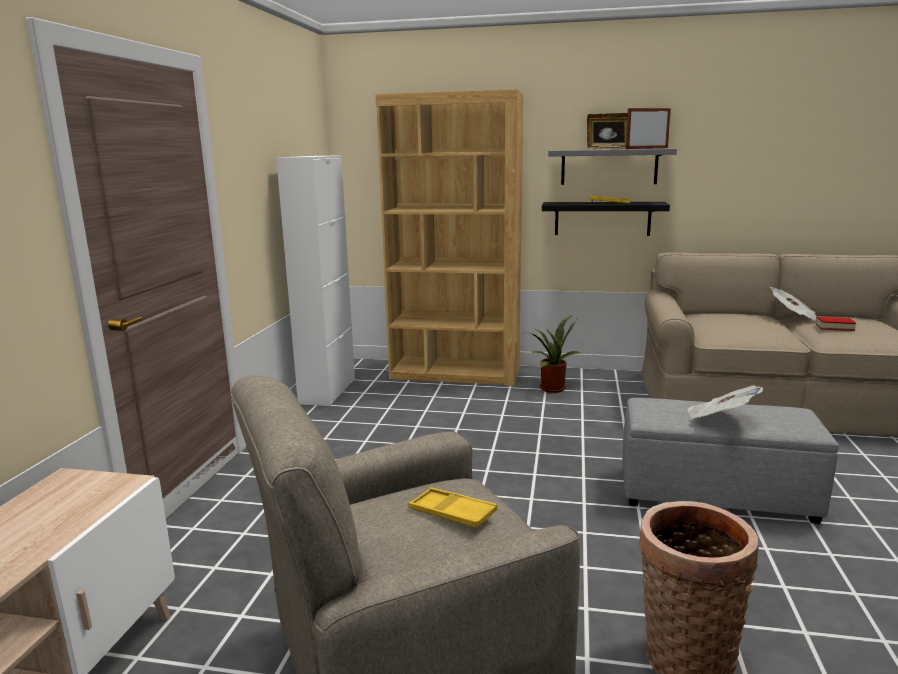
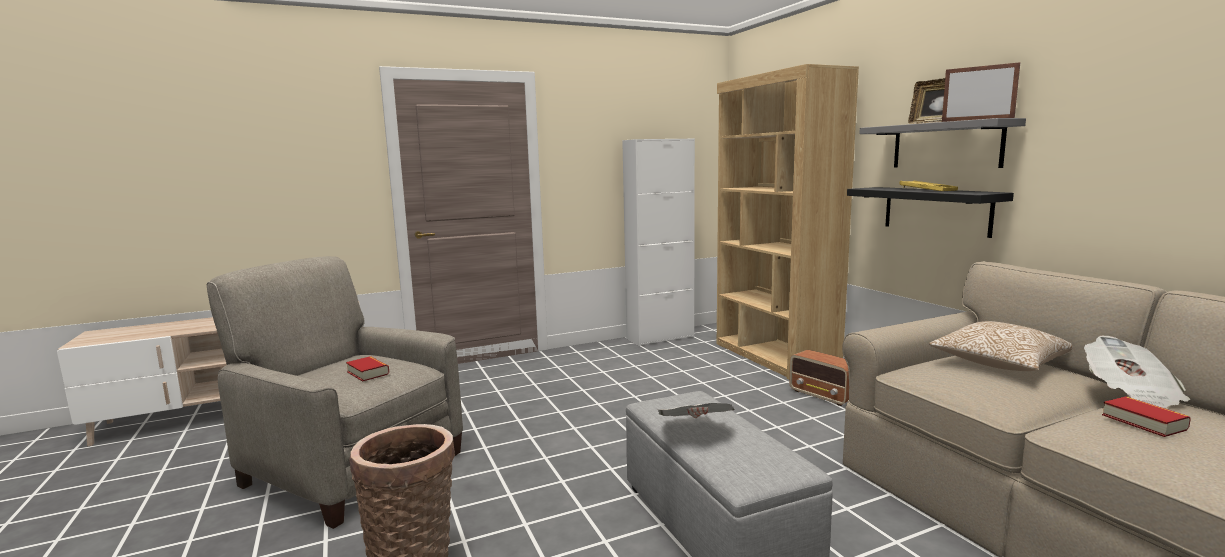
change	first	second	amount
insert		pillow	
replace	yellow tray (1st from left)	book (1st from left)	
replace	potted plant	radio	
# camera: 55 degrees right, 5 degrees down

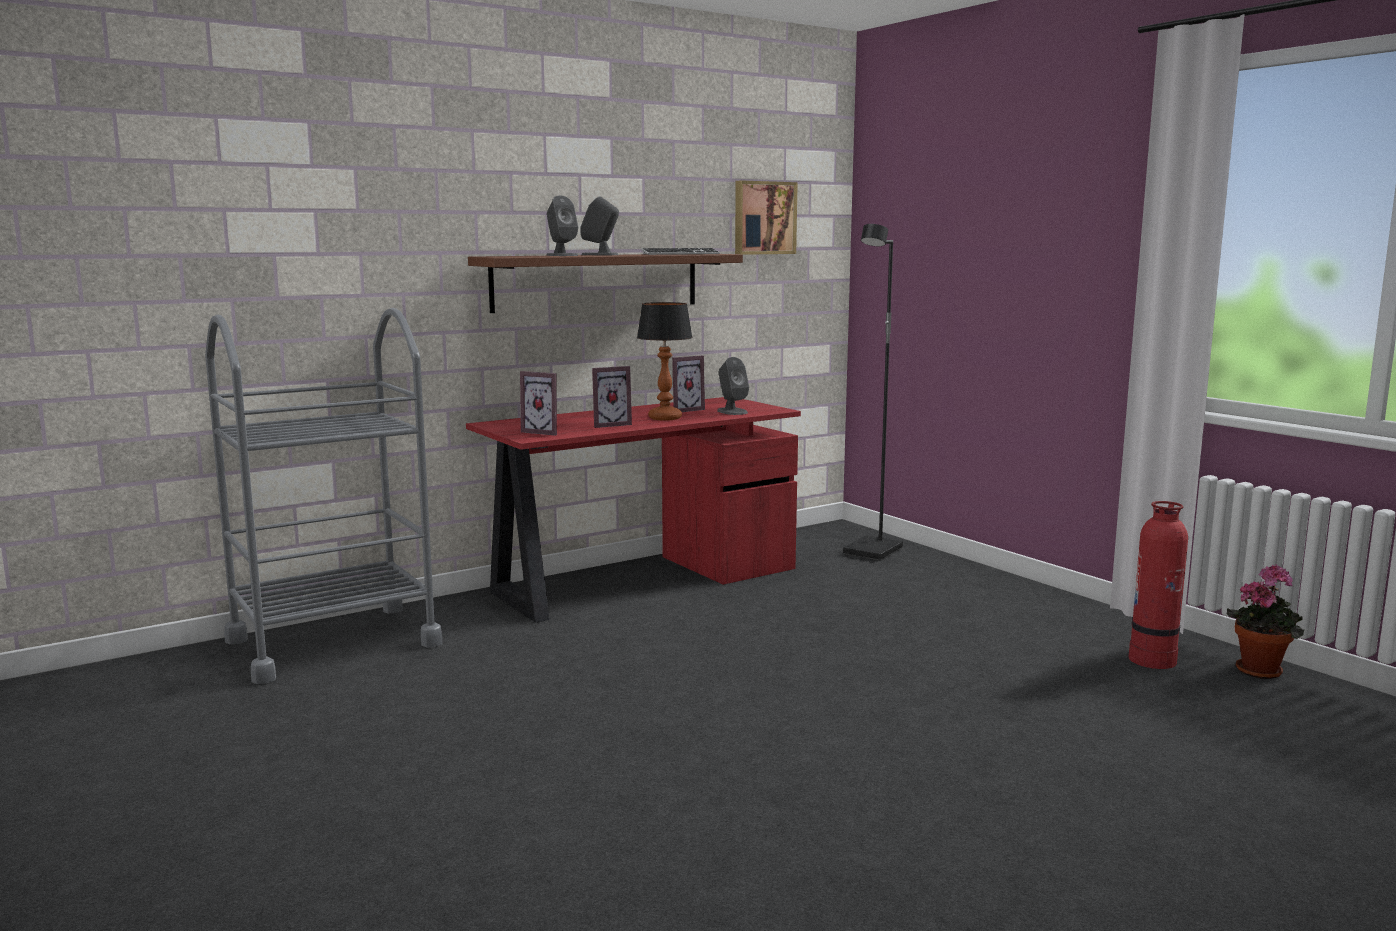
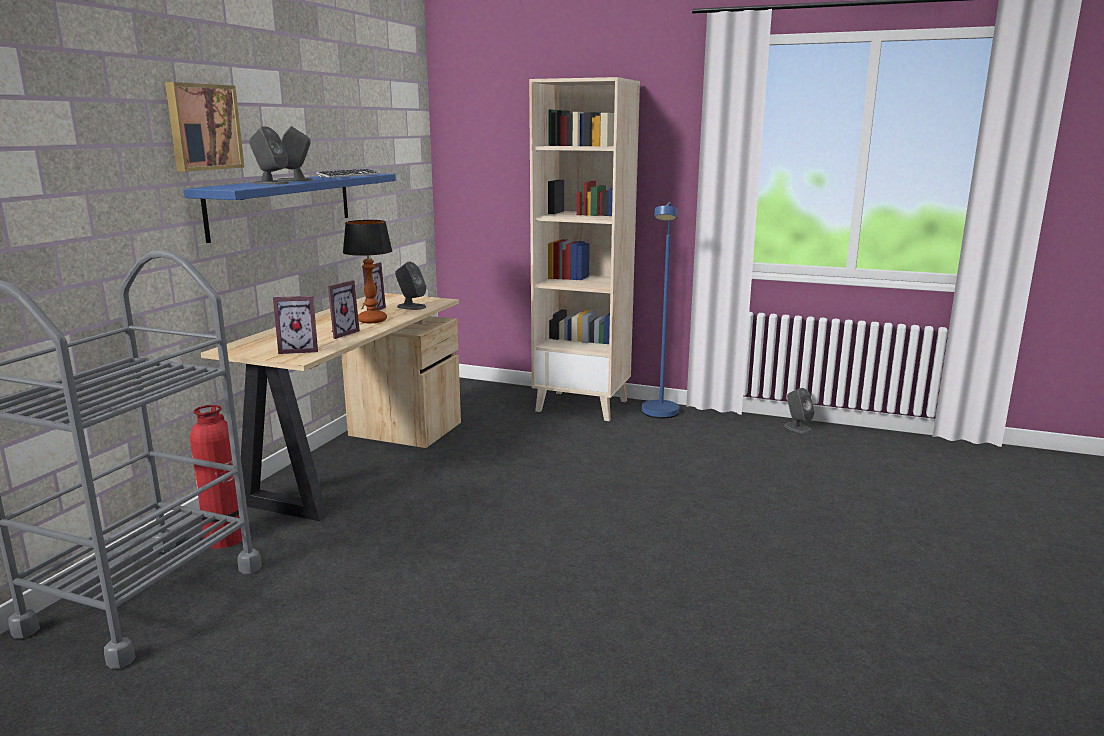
change	first	second	amount
delete	black floor lamp		
insert		beige bookcase	
insert		blue floor lamp	
move	picture		
move	fire extinguisher		
replace	potted plant	grey speaker (4th from left)	
recolor	red desk	beige desk	
recolor	brown shelf	blue shelf	
# camera: 35 degrees left, 5 degrees up

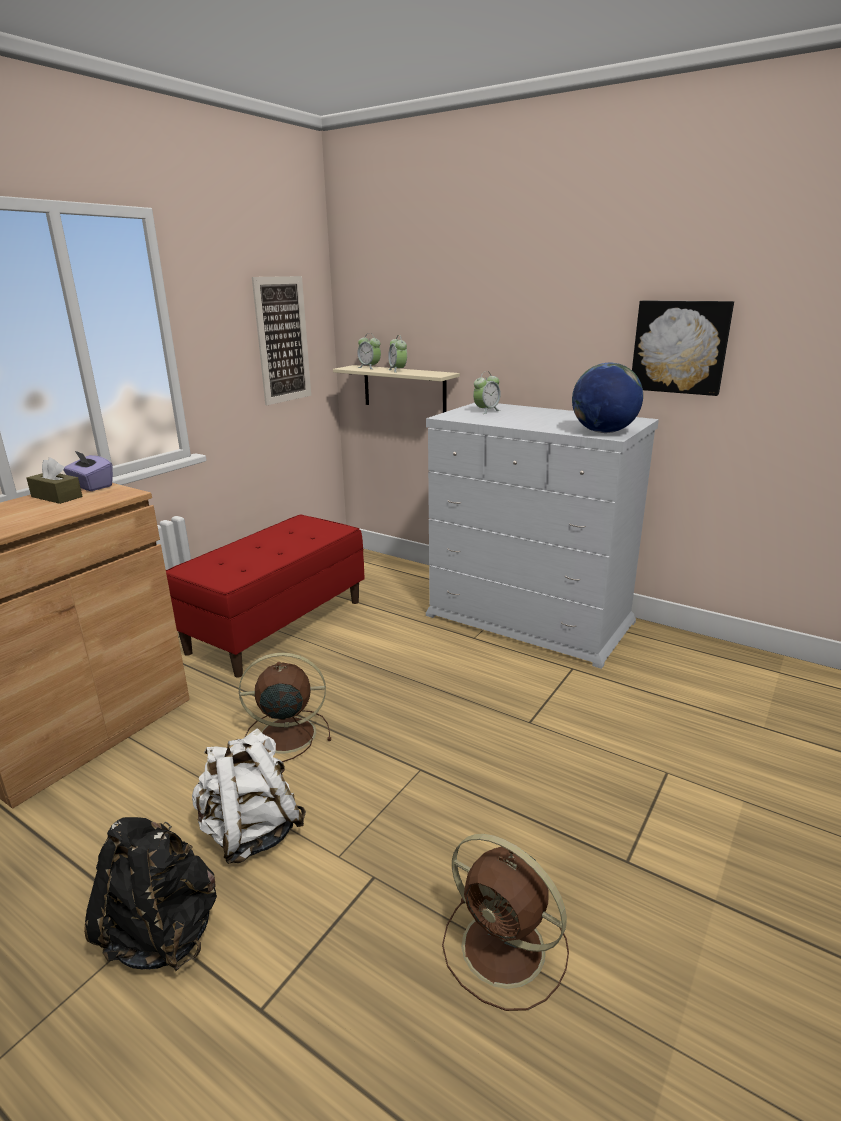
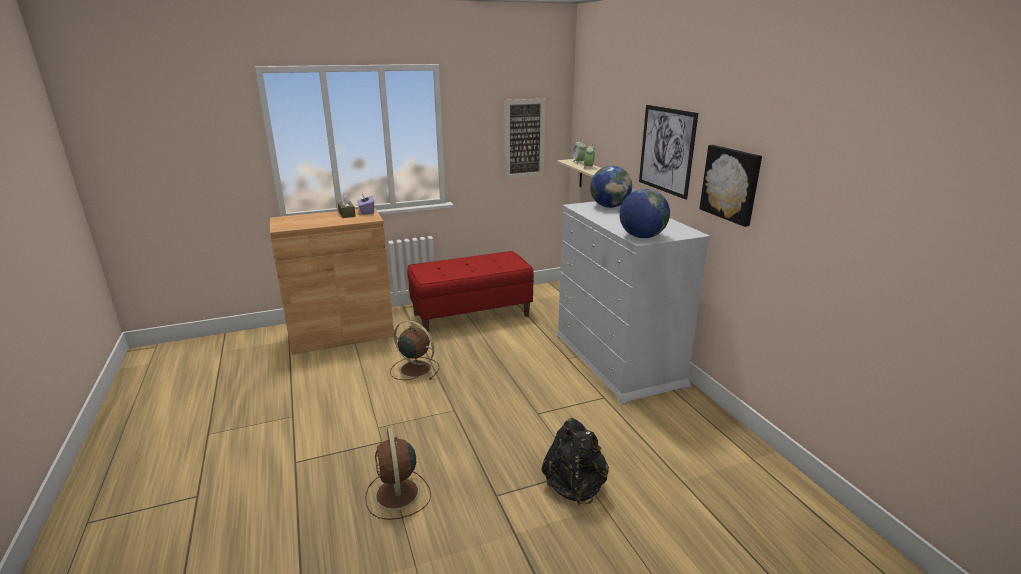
change	first	second	amount
delete	white backpack		
insert		picture (2nd from left)	
move	black backpack		
replace	alarm clock (3rd from left)	globe (1st from left)	
# camera: 35 degrees right, 0 degrees up

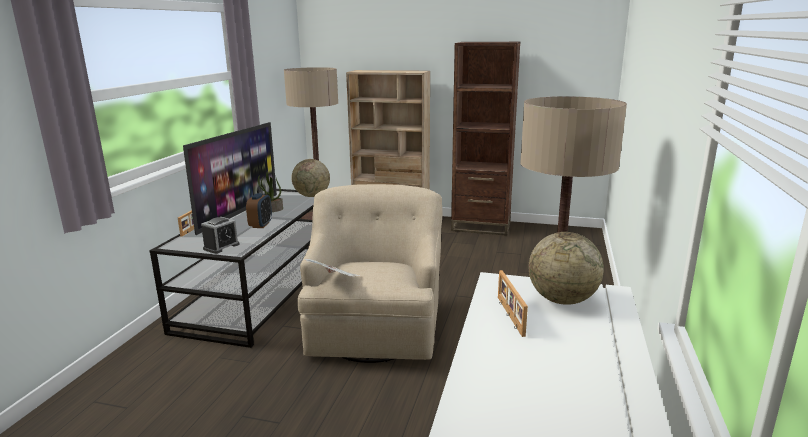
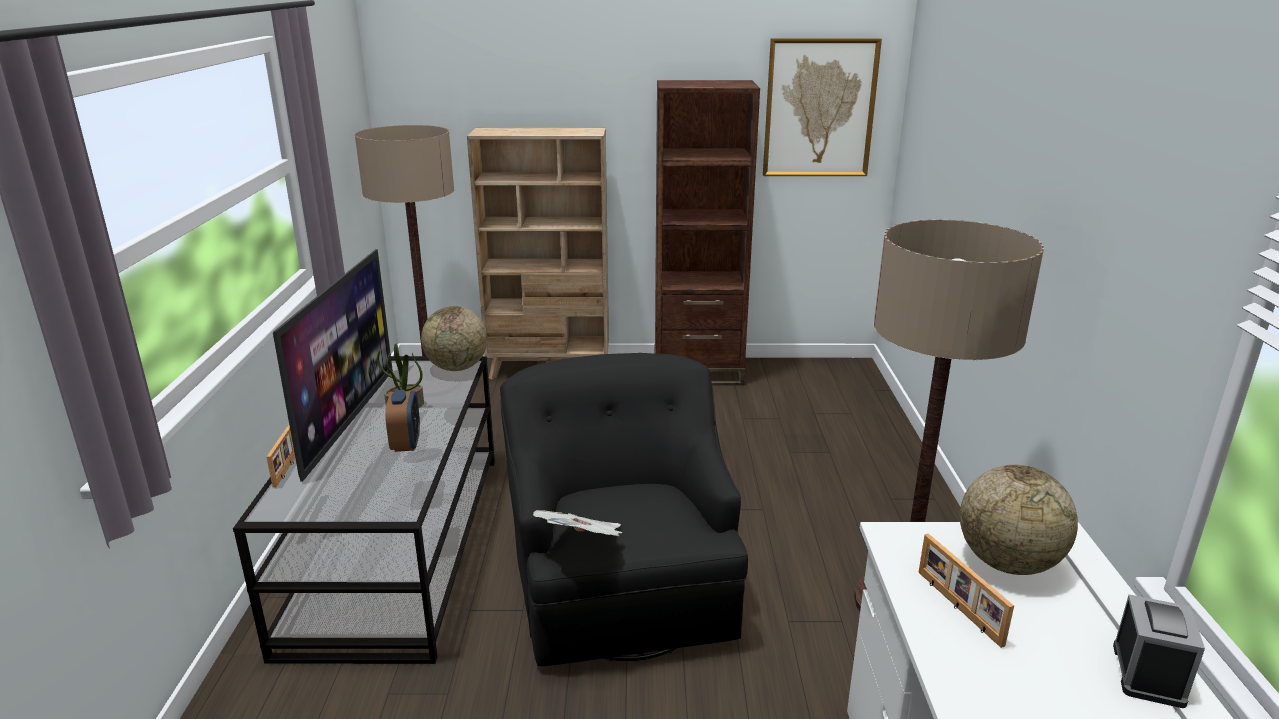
change	first	second	amount
insert		picture	
move	alarm clock (1st from left in the first image)	alarm clock (2nd from left)	
recolor	beige armchair	black armchair	
# camera: 15 degrees left, 5 degrees up

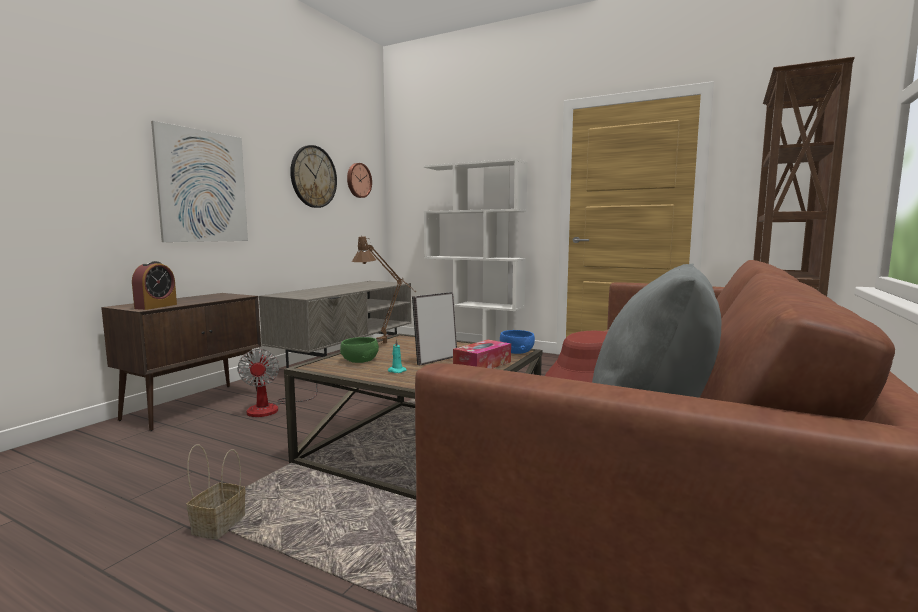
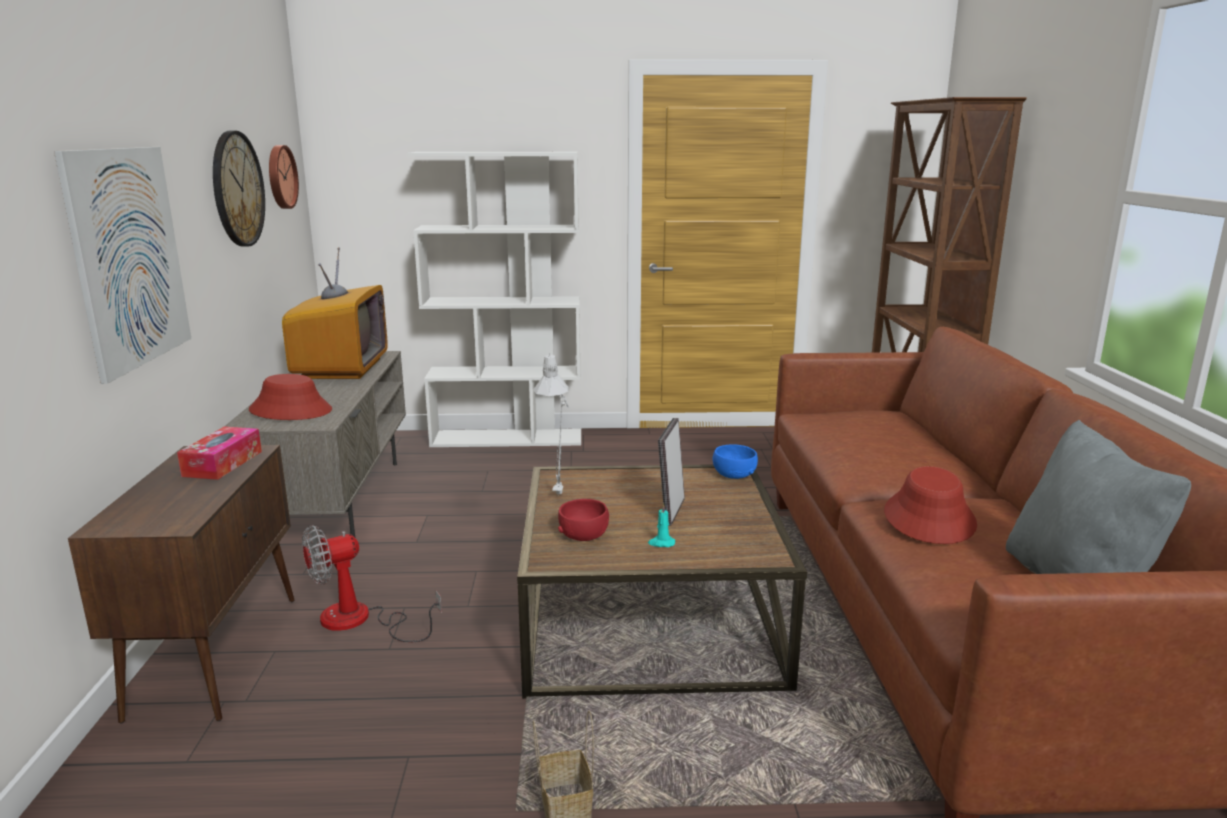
change	first	second	amount
delete	alarm clock		
insert		red hat (1st from left)	
insert		television	
move	tissue box		
recolor	green bowl	red bowl	
recolor	brown table lamp	grey table lamp	
rotate	fan		105 degrees clockwise
# camera: 30 degrees left, 10 degrees up

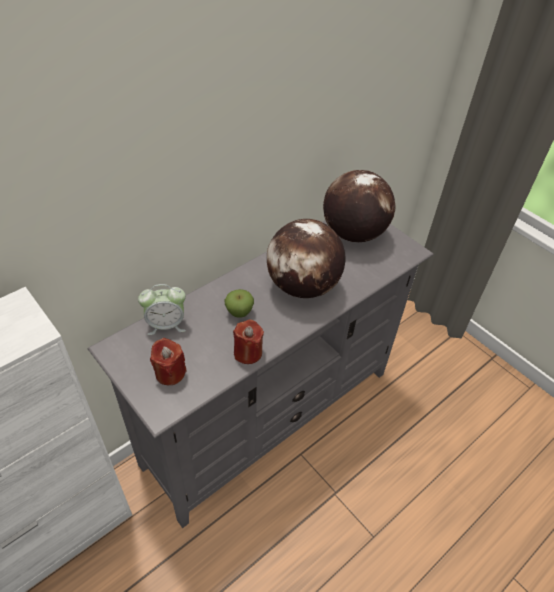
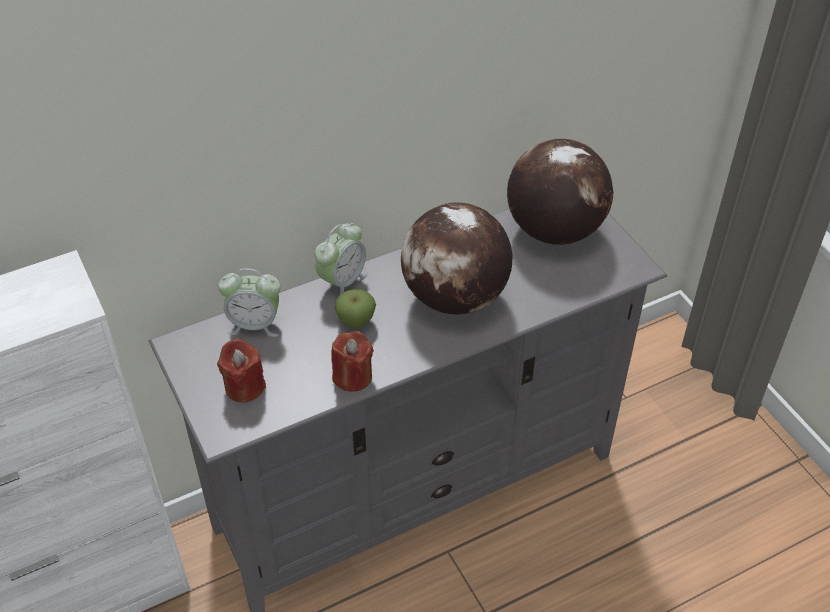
change	first	second	amount
insert		alarm clock (2nd from left)	
# camera: 15 degrees right, 0 degrees up

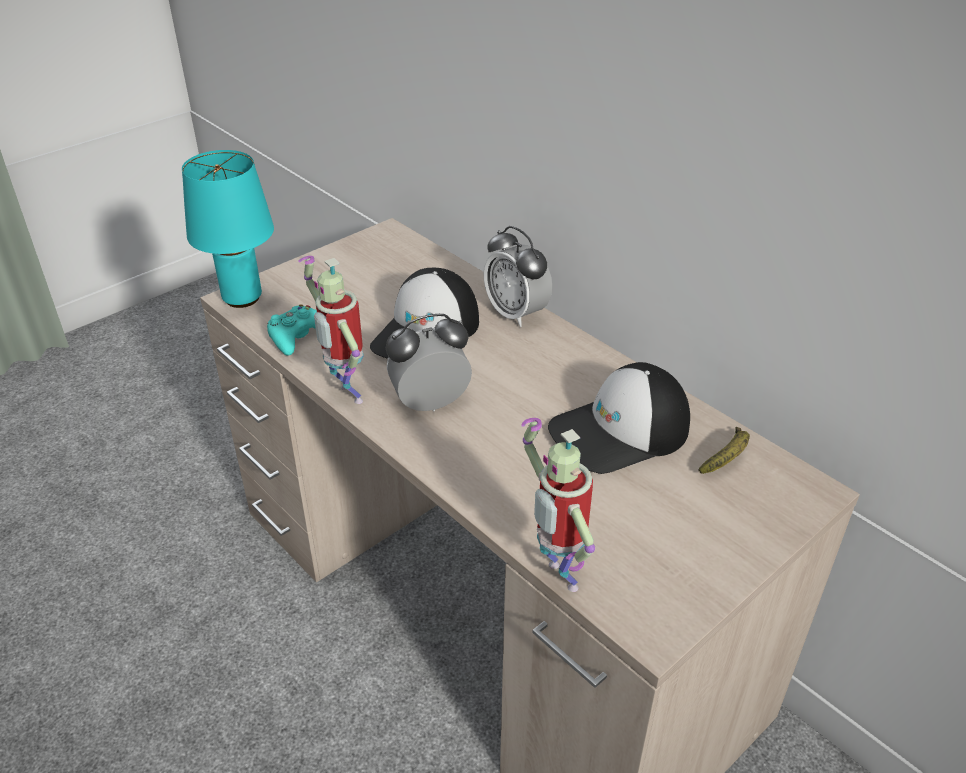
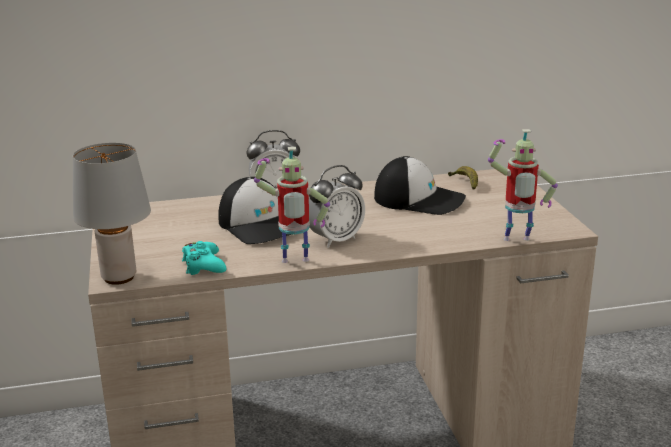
change	first	second	amount
recolor	turquoise table lamp	grey table lamp	
rotate	alarm clock (1st from left in the first image)	alarm clock (2nd from left)	135 degrees counterclockwise
rotate	cap (2nd from left)		75 degrees counterclockwise
# camera: 60 degrees left, 15 degrees down

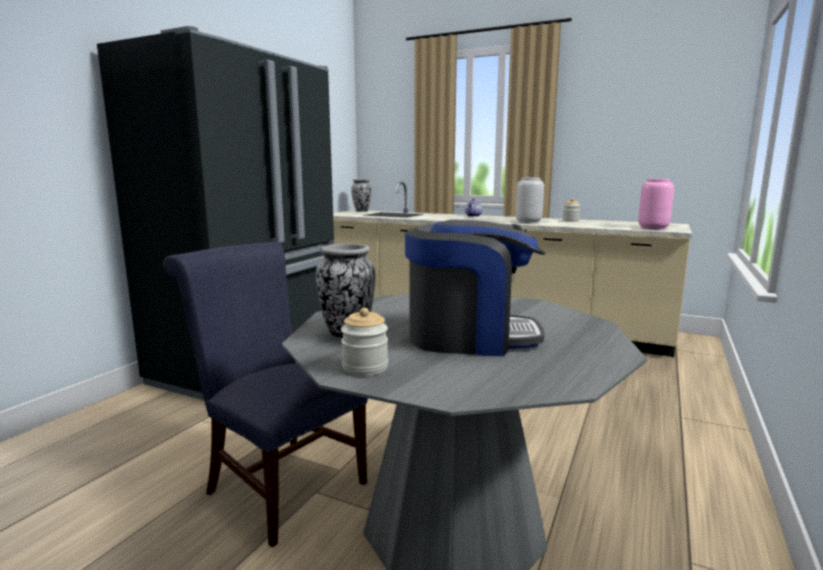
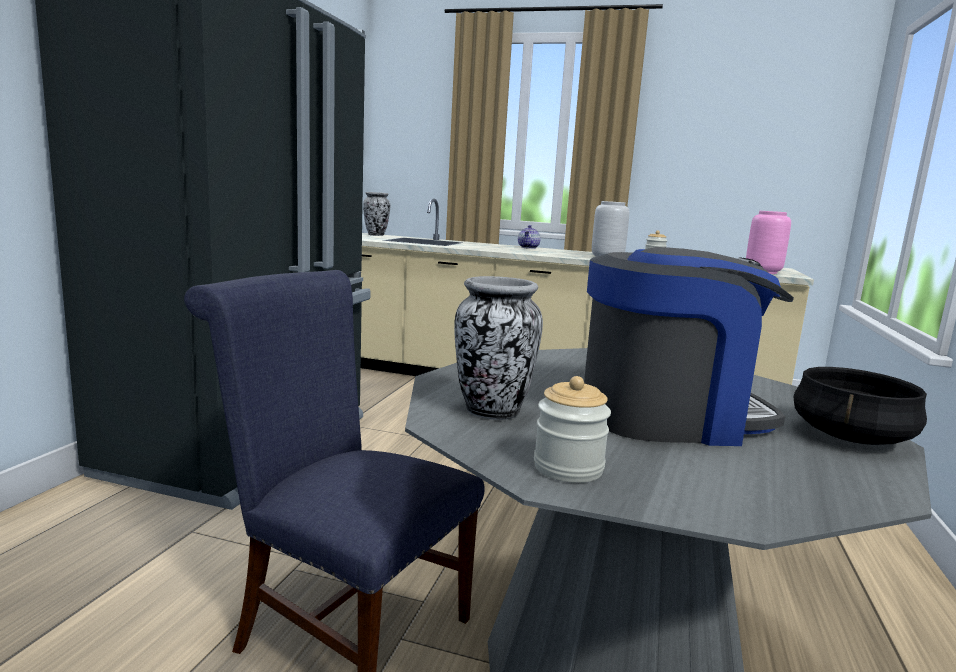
change	first	second	amount
insert		black cooking pot	
# camera: 10 degrees left, 0 degrees up

